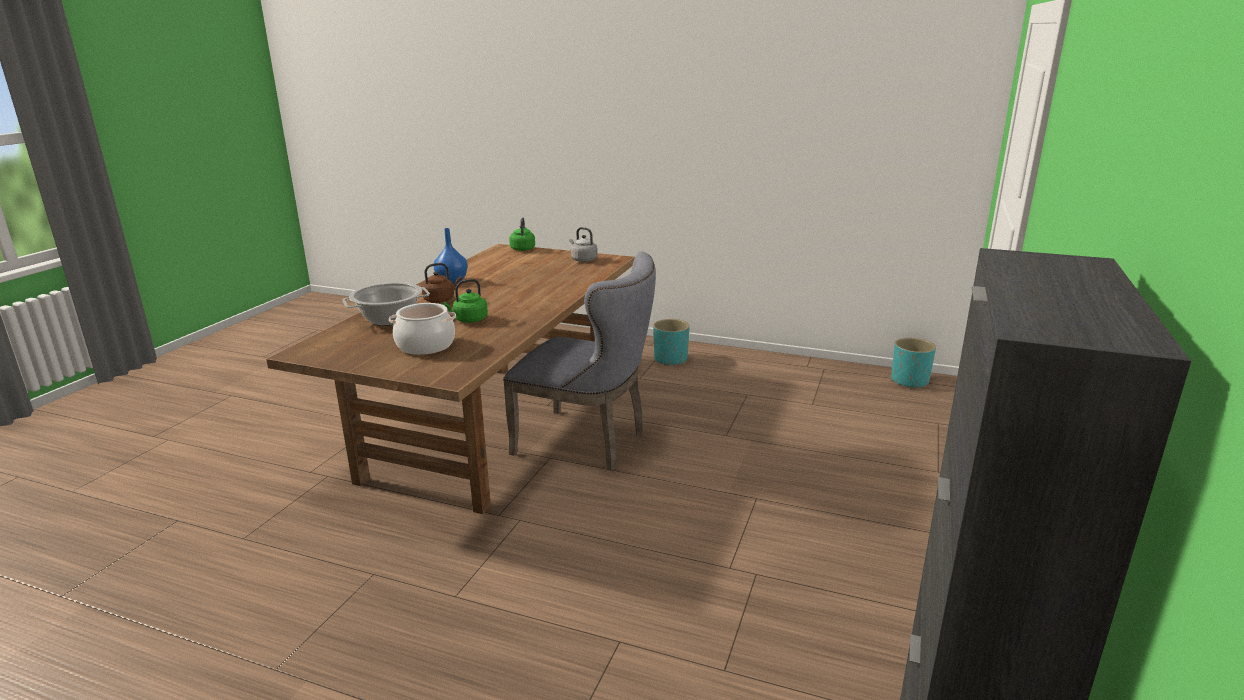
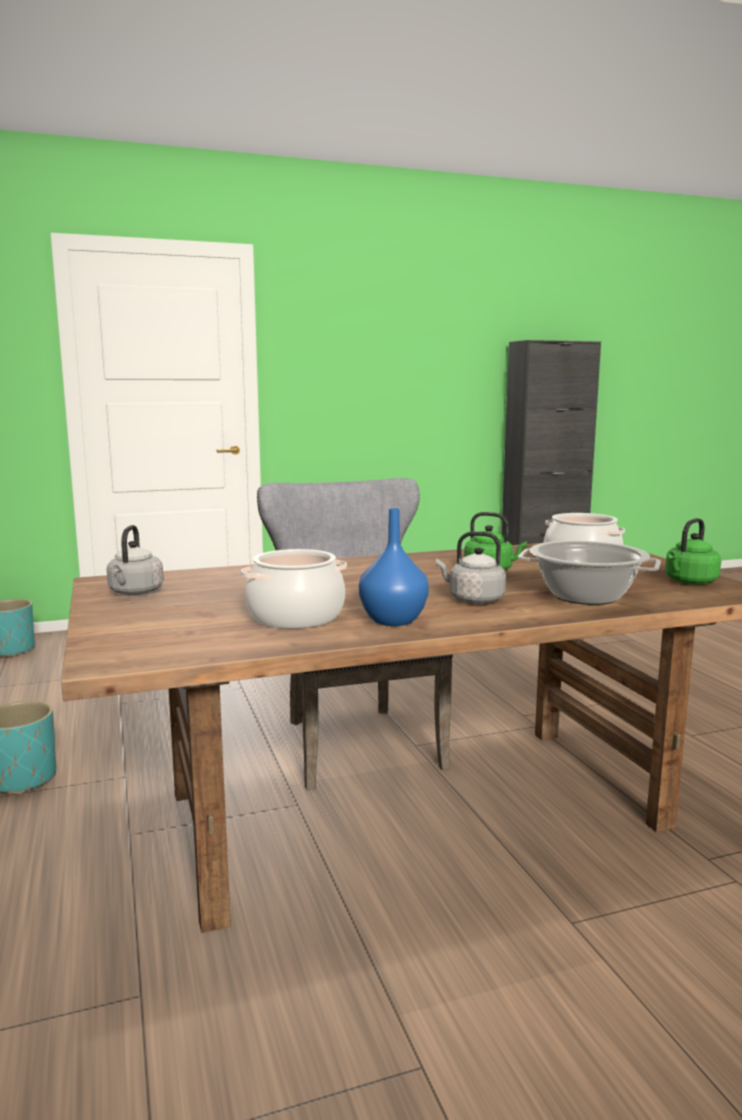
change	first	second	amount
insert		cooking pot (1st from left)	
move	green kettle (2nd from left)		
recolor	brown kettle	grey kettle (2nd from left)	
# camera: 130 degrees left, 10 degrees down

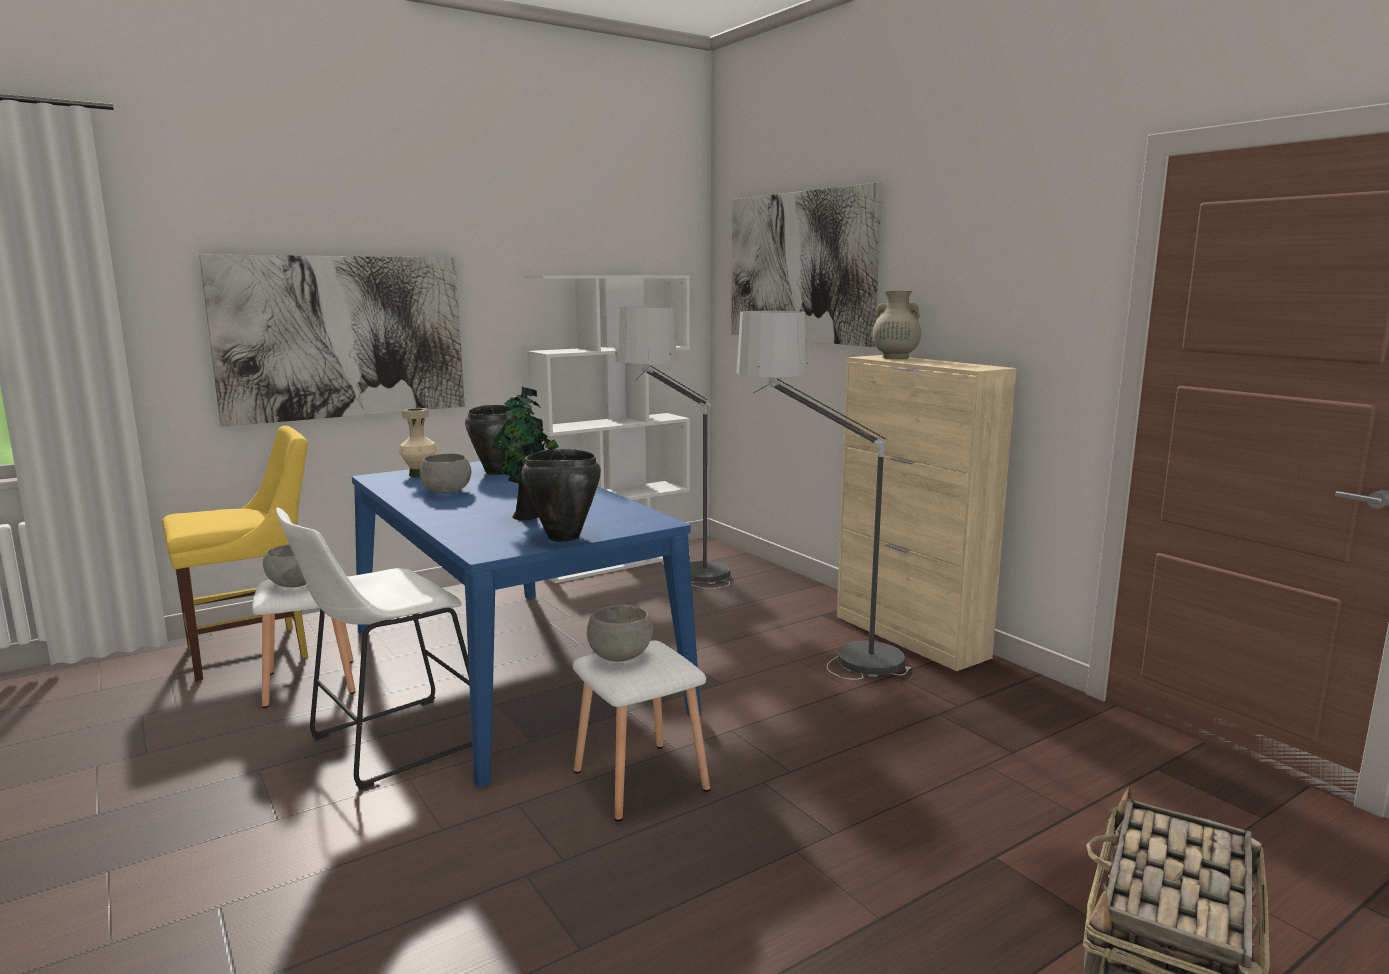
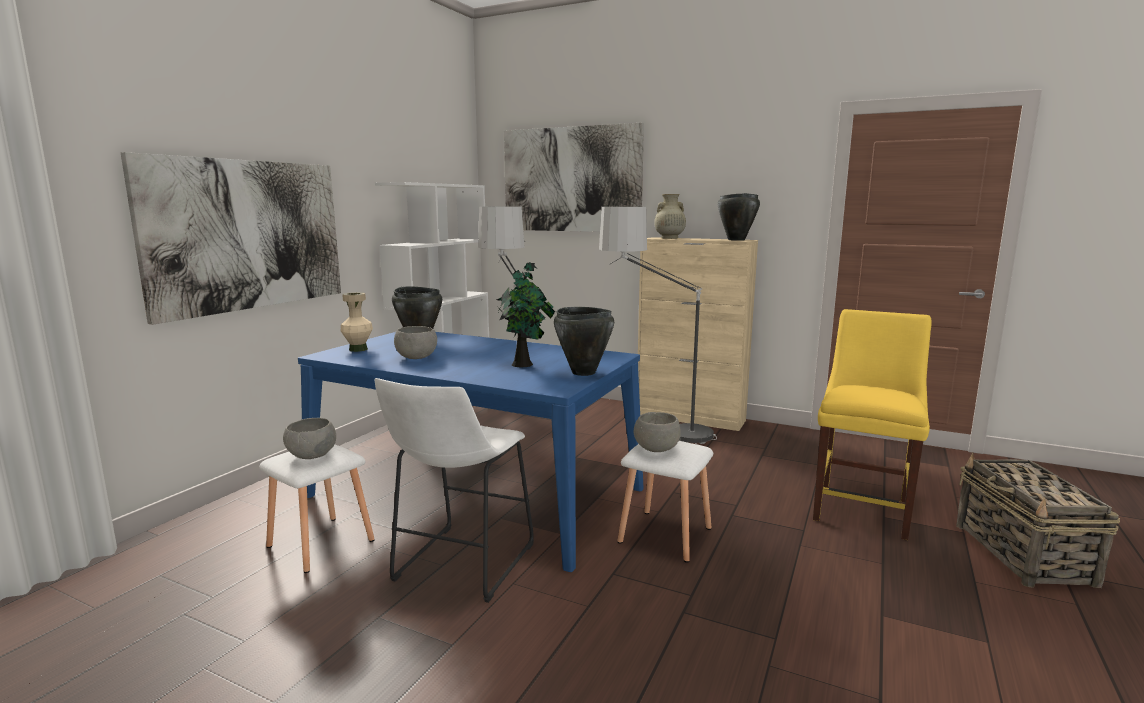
change	first	second	amount
insert		black cooking pot (3rd from left)	
move	yellow chair		
# camera: 30 degrees left, 0 degrees up

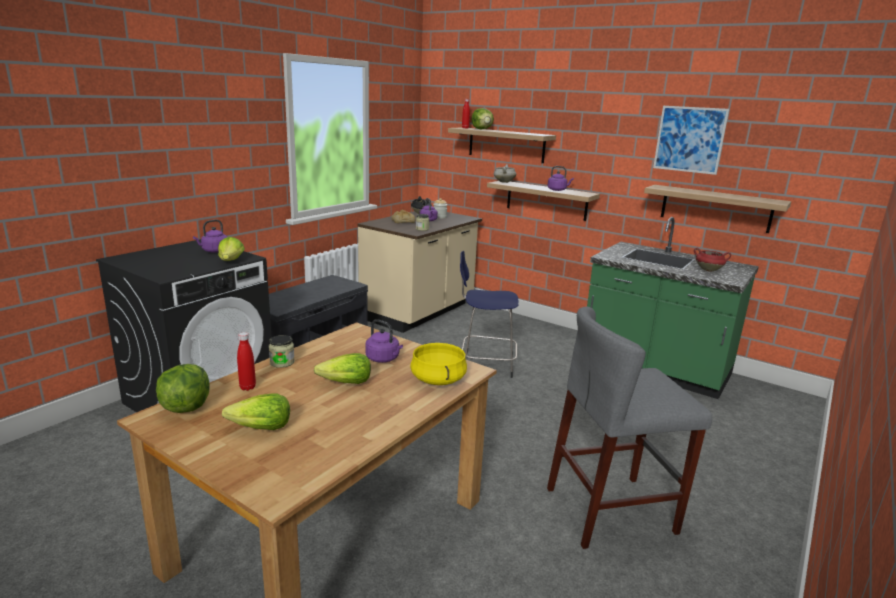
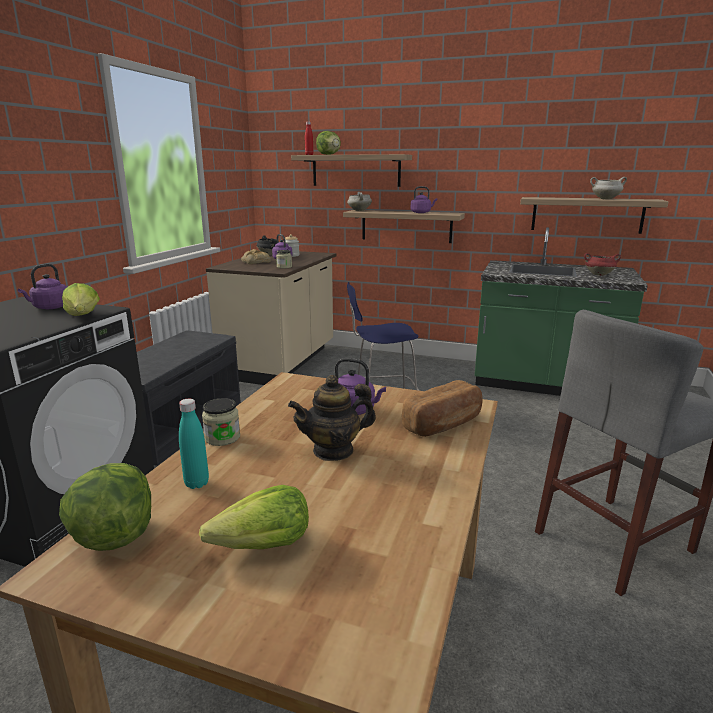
change	first	second	amount
delete	picture		
insert		white cooking pot (2nd from left)	
replace	lettuce (4th from left)	teapot	
replace	yellow cooking pot	bread (2nd from left)	
recolor	red bottle (1st from left)	turquoise bottle	
# camera: 15 degrees left, 0 degrees up

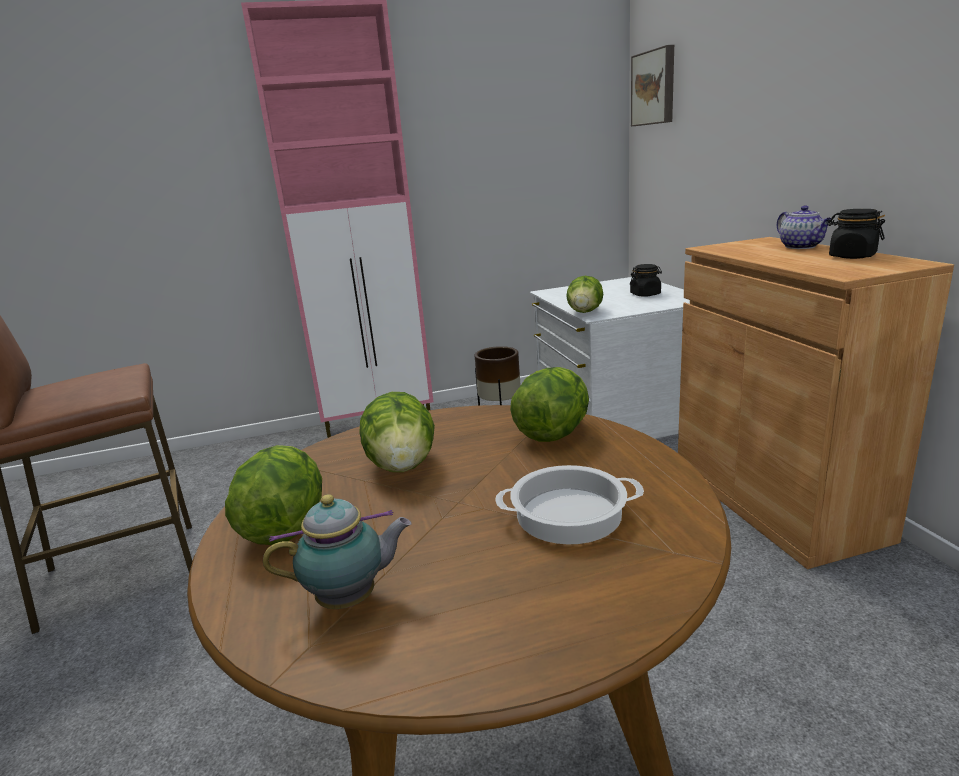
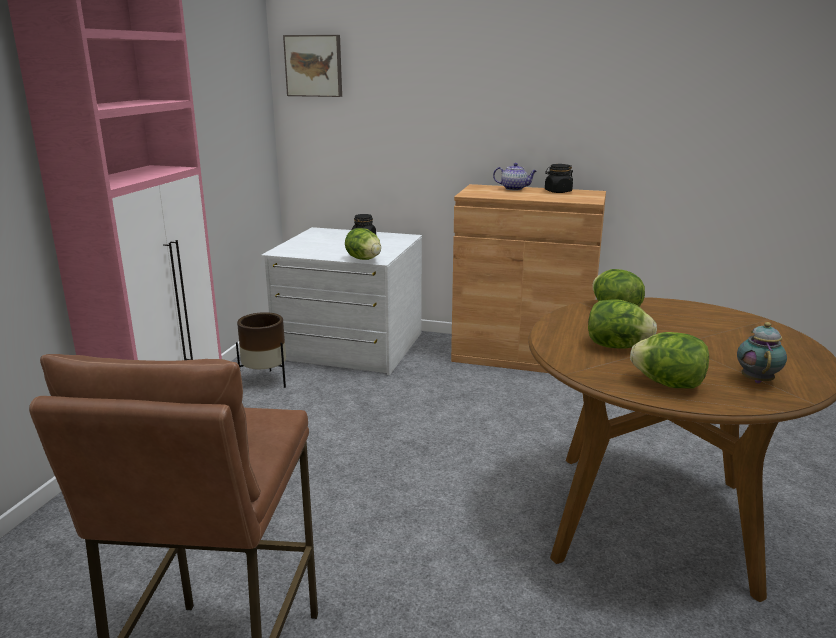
change	first	second	amount
delete	cooking pot		
# camera: 60 degrees left, 0 degrees up

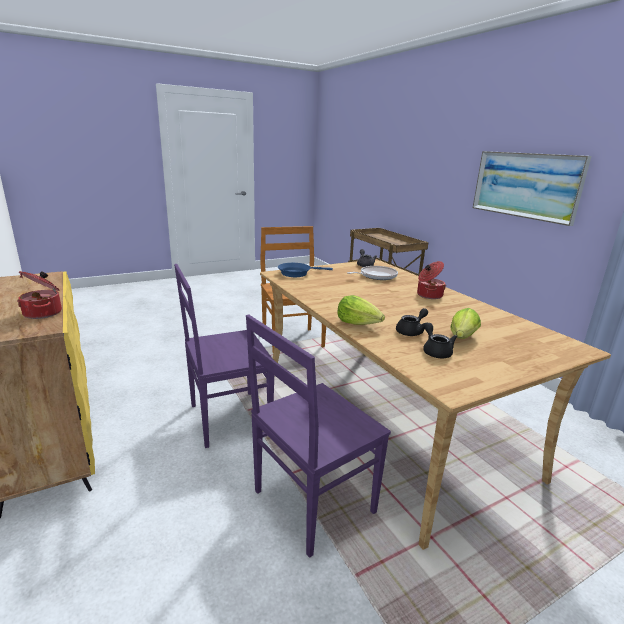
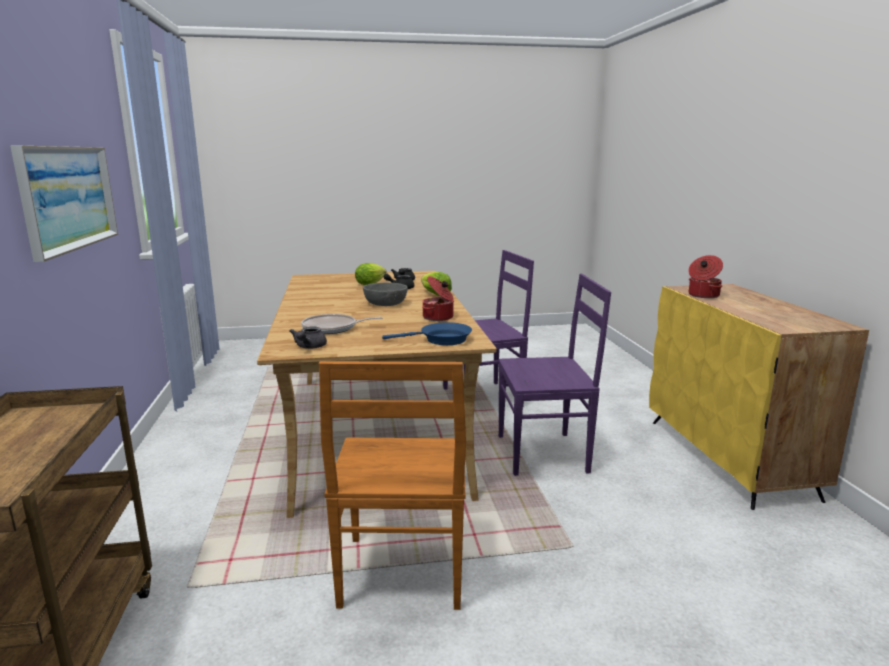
change	first	second	amount
insert		grey bowl	
move	cooking pot (2nd from left in the first image)	cooking pot (1st from left)	
# camera: 160 degrees left, 5 degrees down

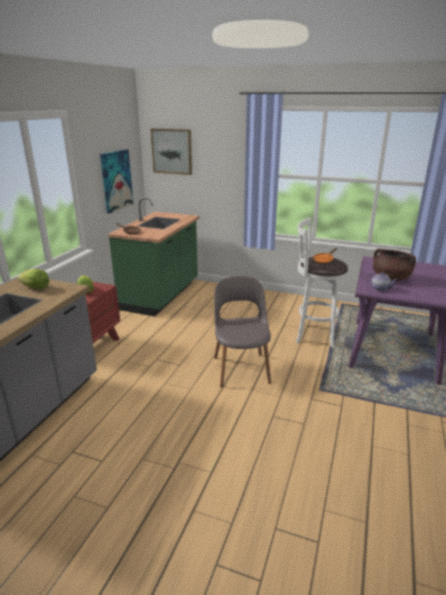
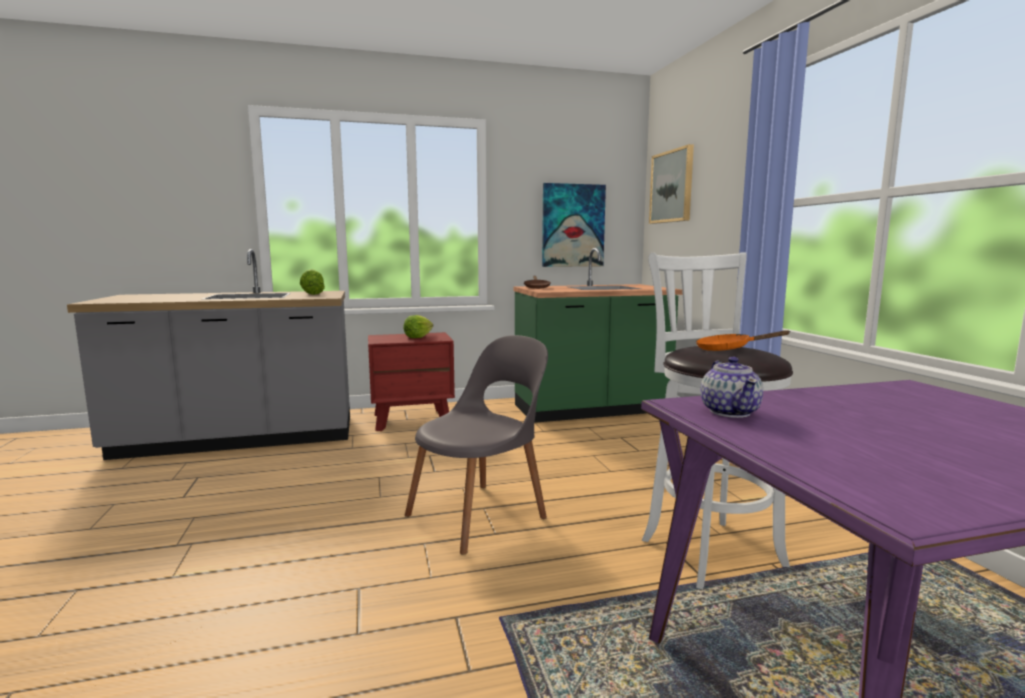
change	first	second	amount
delete	brown cooking pot		
# camera: 55 degrees right, 15 degrees down

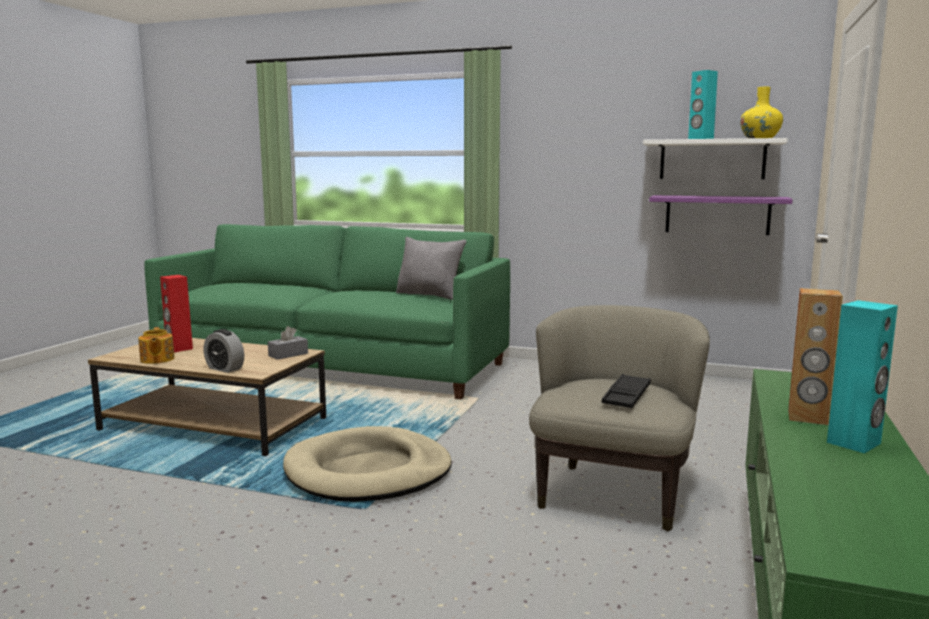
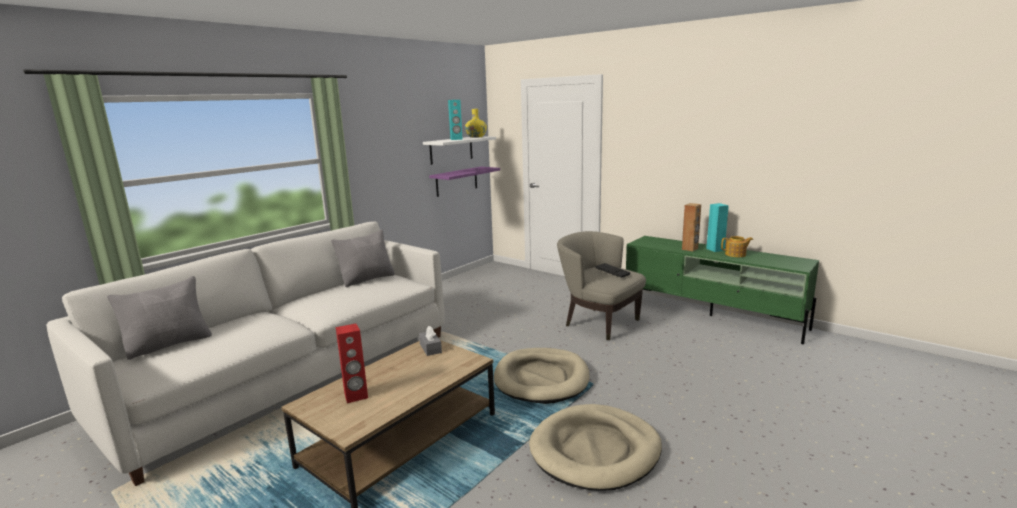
change	first	second	amount
delete	alarm clock		
insert		grey pillow (1st from left)	
insert		beige dog bed (2nd from left)	
move	teapot		
recolor	green sofa	white sofa	
# camera: 70 degrees left, 5 degrees up

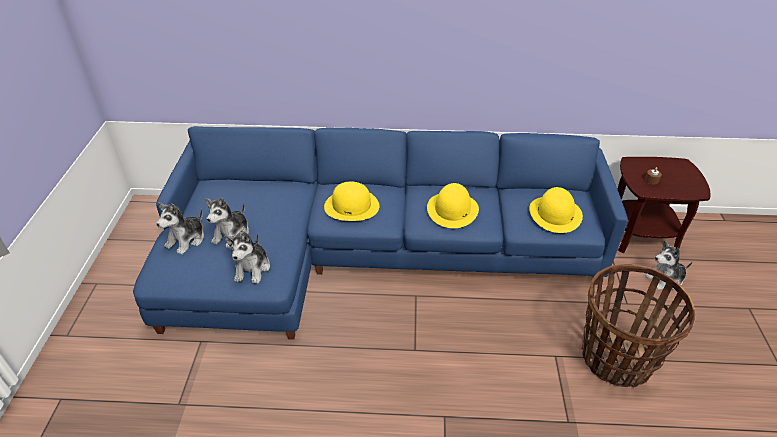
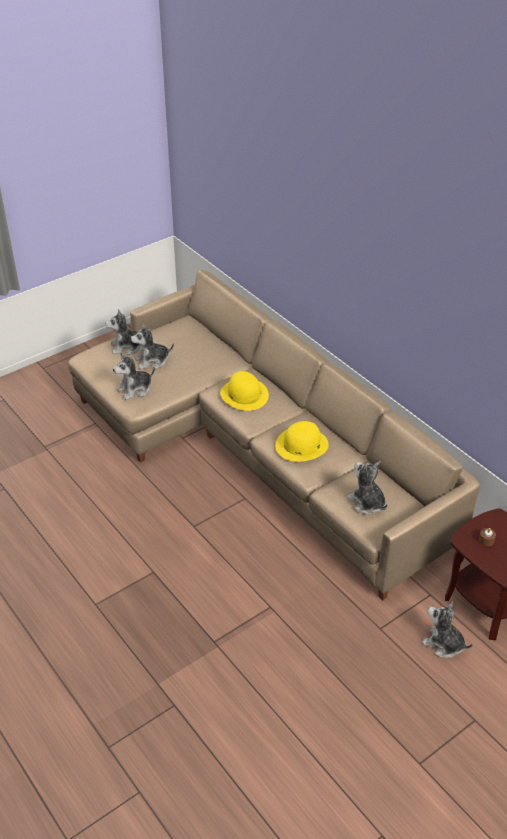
change	first	second	amount
delete	basket		
replace	yellow hat (3rd from left)	plush toy (4th from left)	
recolor	blue sofa	beige sofa	
# camera: 50 degrees right, 0 degrees up

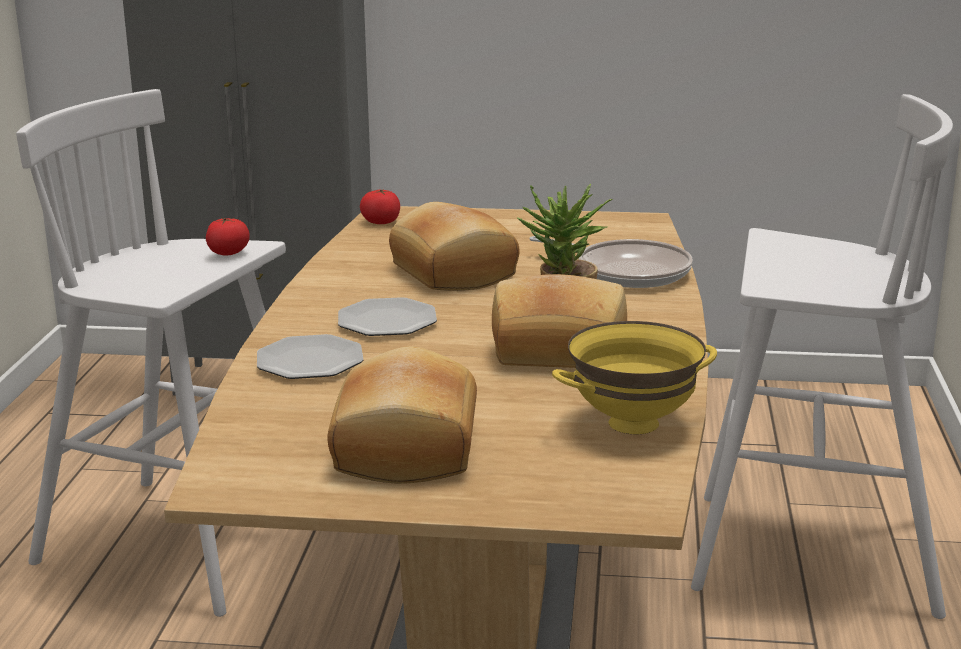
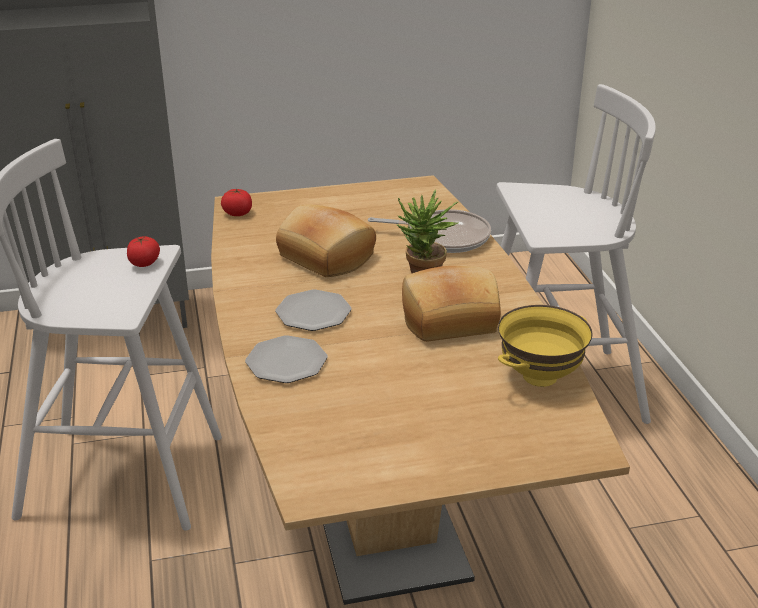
change	first	second	amount
delete	bread (1st from left)		
# camera: 20 degrees left, 10 degrees up

